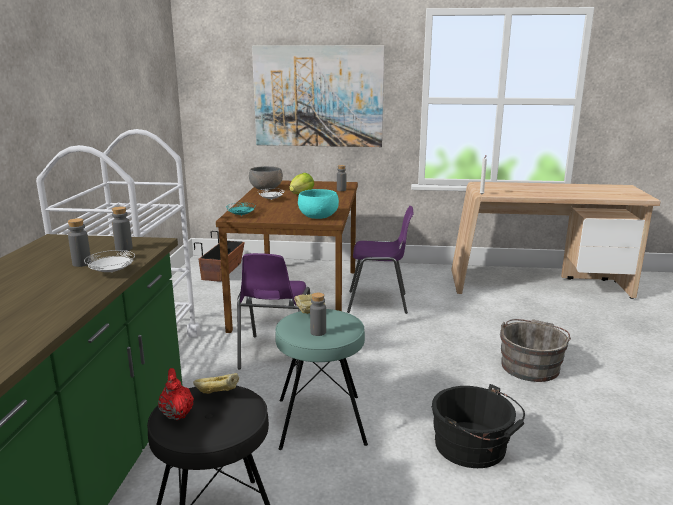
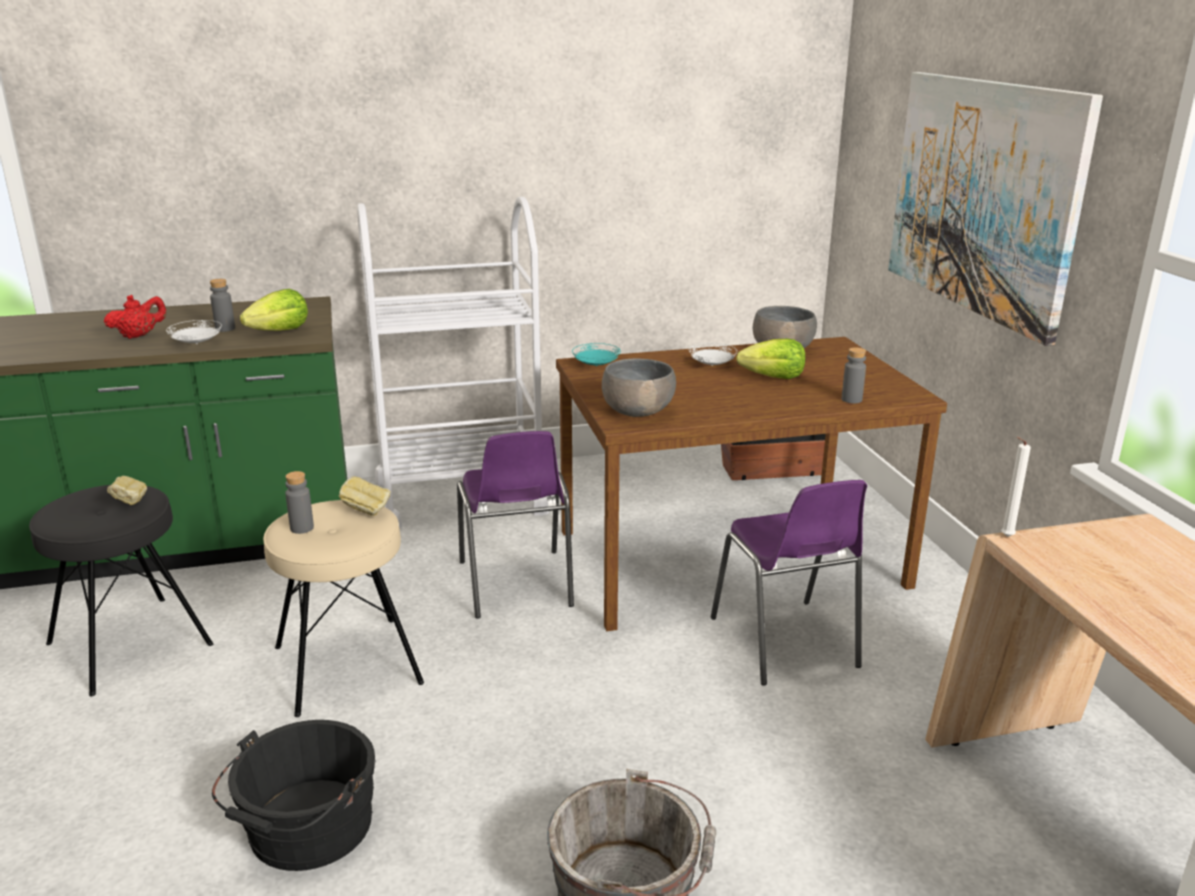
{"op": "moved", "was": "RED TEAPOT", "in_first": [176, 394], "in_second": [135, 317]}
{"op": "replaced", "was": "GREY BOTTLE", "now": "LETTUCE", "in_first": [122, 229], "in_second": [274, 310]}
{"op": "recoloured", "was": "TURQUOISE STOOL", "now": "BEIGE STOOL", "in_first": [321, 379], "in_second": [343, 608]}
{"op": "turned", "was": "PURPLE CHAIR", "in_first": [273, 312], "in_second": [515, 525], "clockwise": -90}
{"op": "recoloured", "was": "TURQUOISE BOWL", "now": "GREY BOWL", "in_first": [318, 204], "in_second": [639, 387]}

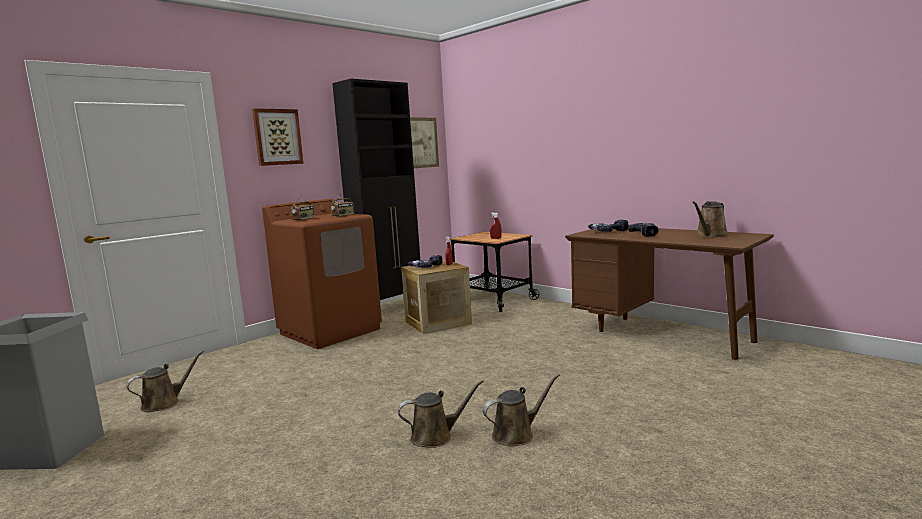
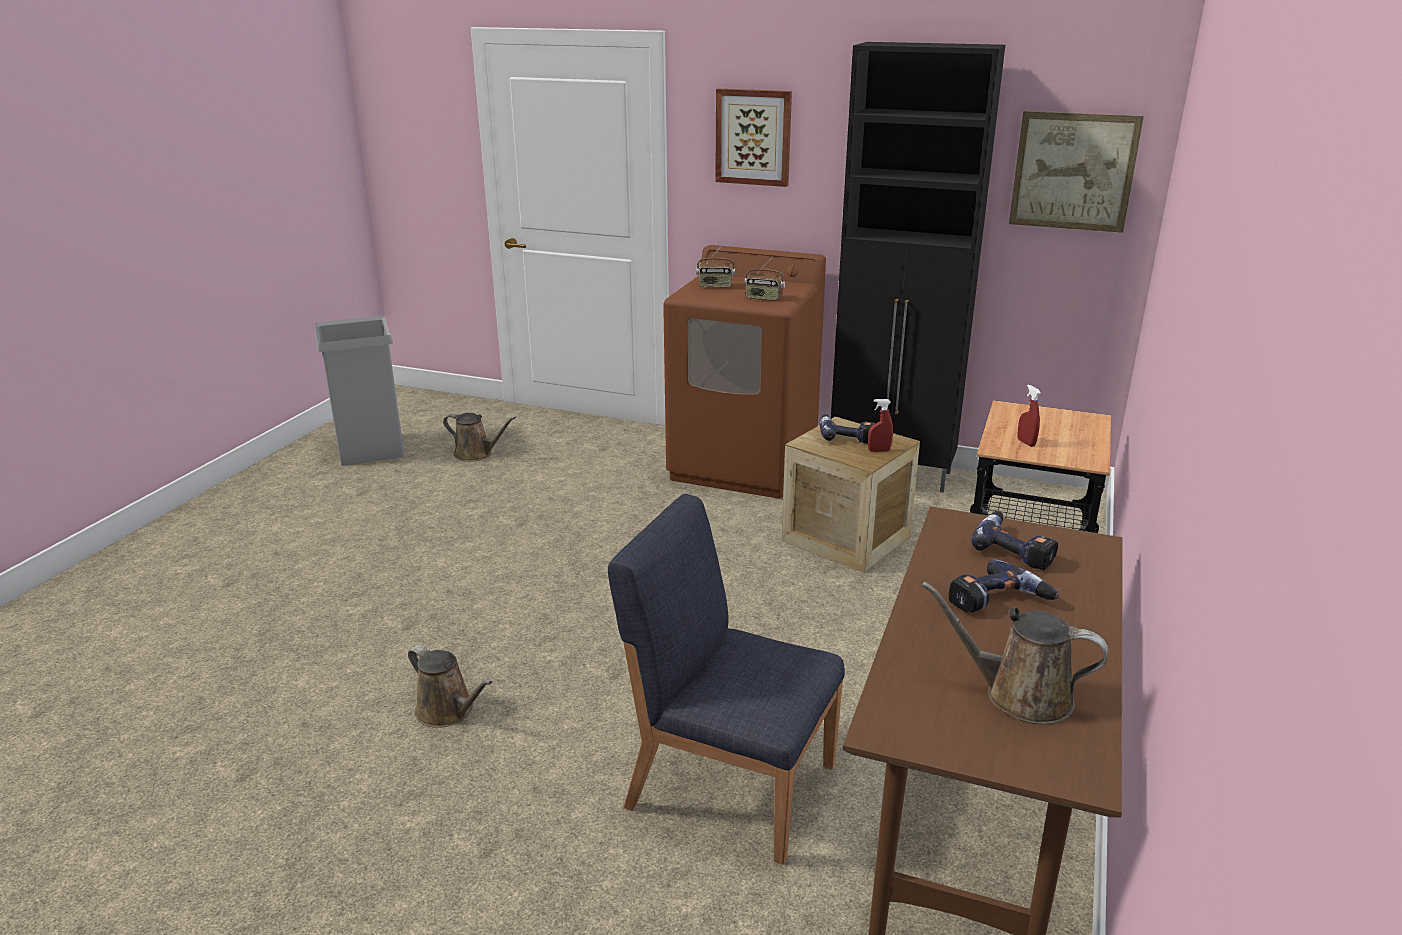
{"op": "added", "now": "BLUE CHAIR", "in_second": [726, 679]}
{"op": "removed", "was": "BROWN WATERING CAN", "in_first": [441, 414]}

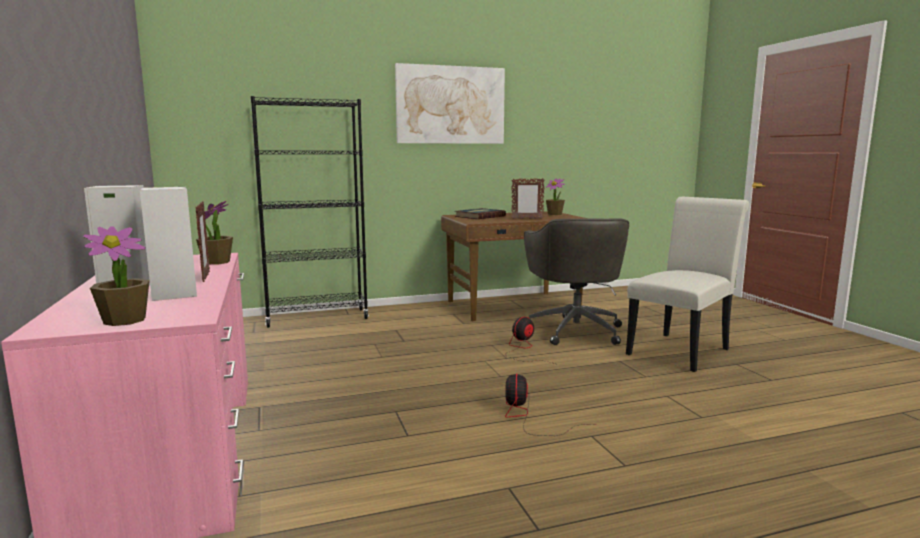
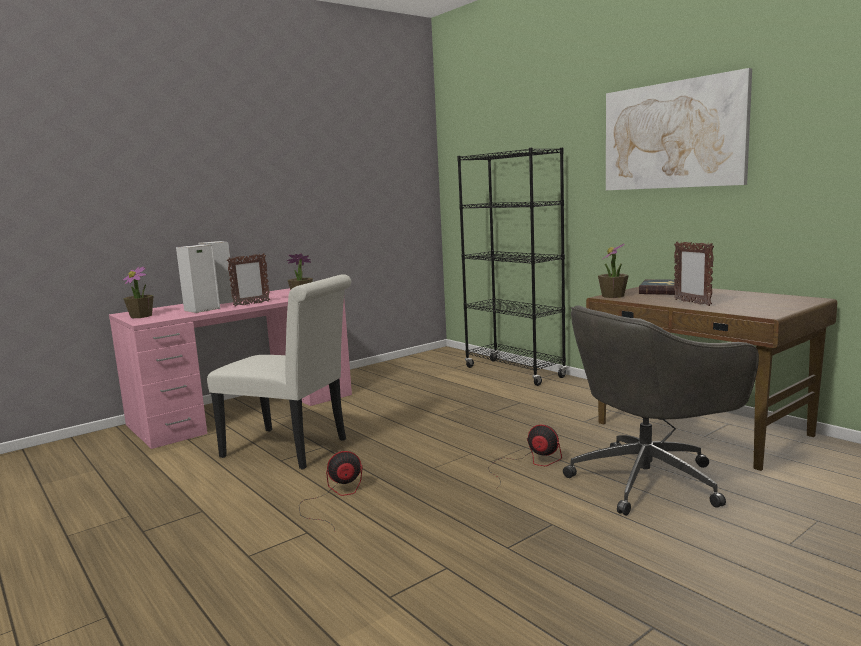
{"op": "moved", "was": "WHITE CHAIR", "in_first": [687, 284], "in_second": [279, 372]}
{"op": "moved", "was": "POTTED PLANT", "in_first": [555, 196], "in_second": [613, 270]}

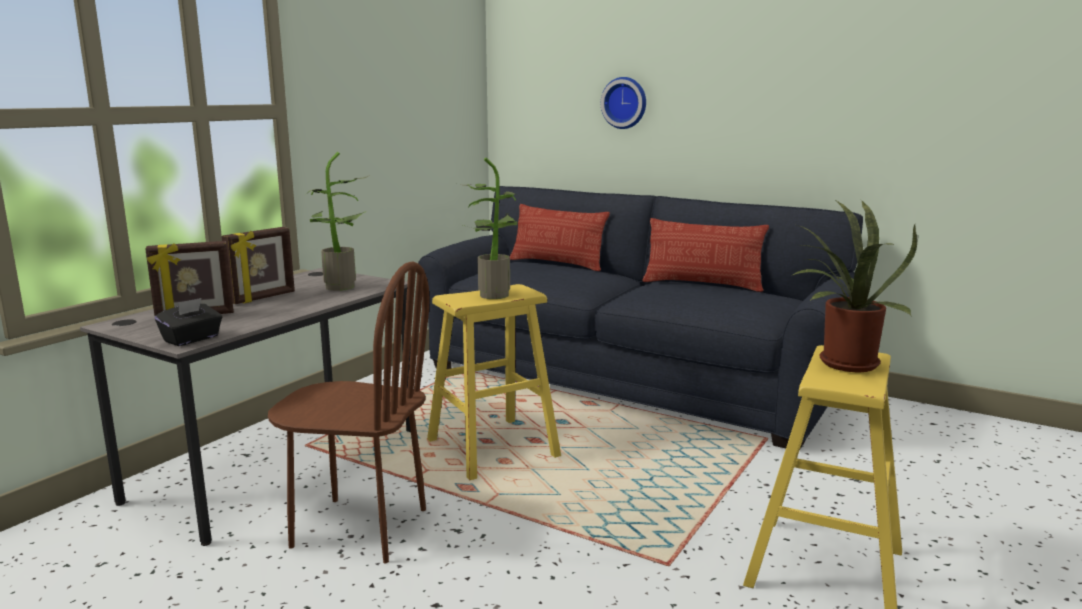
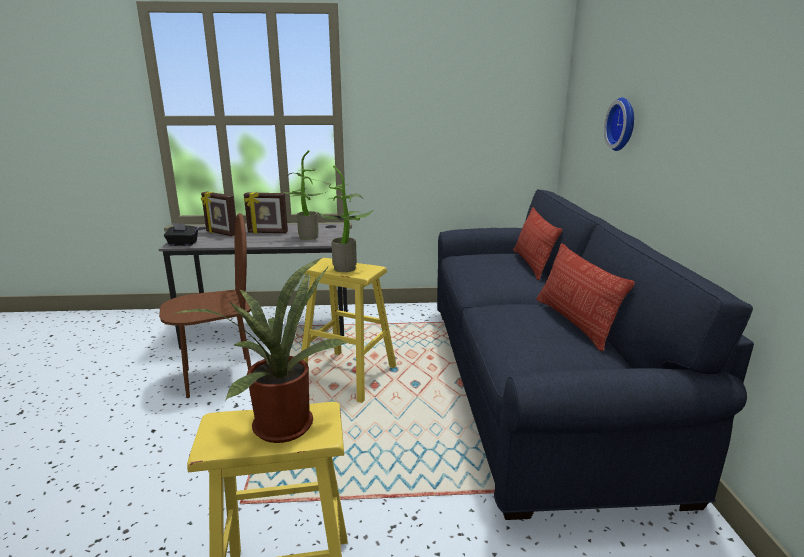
{"op": "turned", "was": "BROWN CHAIR", "in_first": [349, 412], "in_second": [205, 305], "clockwise": -90}

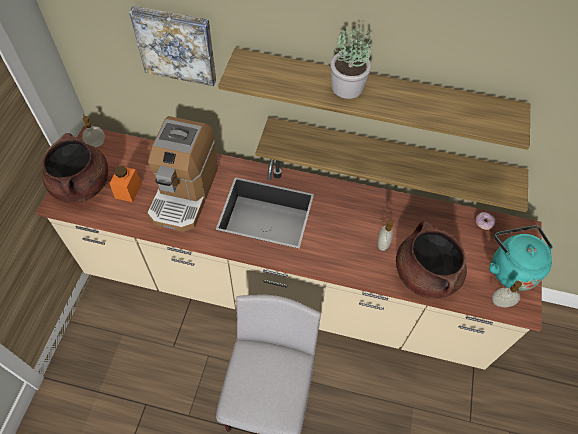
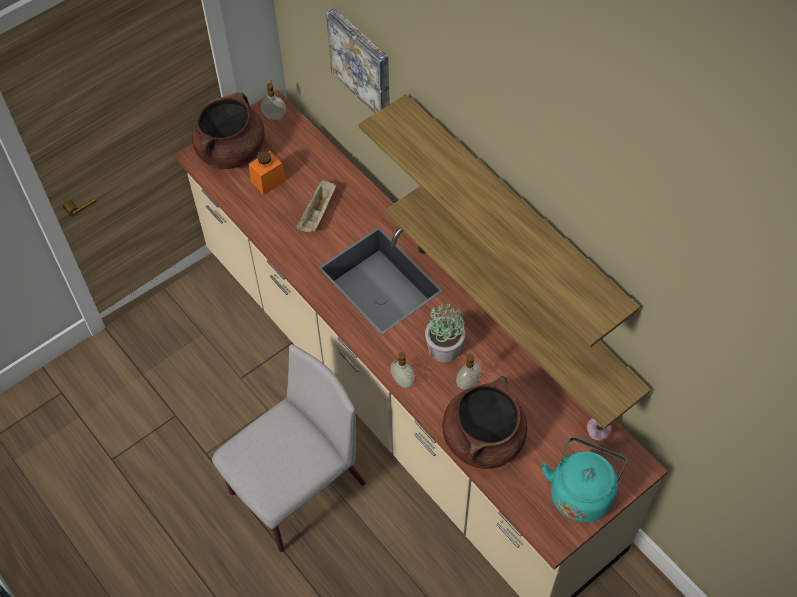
{"op": "replaced", "was": "COFFEE MACHINE", "now": "BEIGE TRAY", "in_first": [182, 174], "in_second": [316, 205]}
{"op": "moved", "was": "SOAP DISPENSER", "in_first": [507, 294], "in_second": [402, 370]}
{"op": "moved", "was": "POTTED PLANT", "in_first": [351, 62], "in_second": [445, 332]}

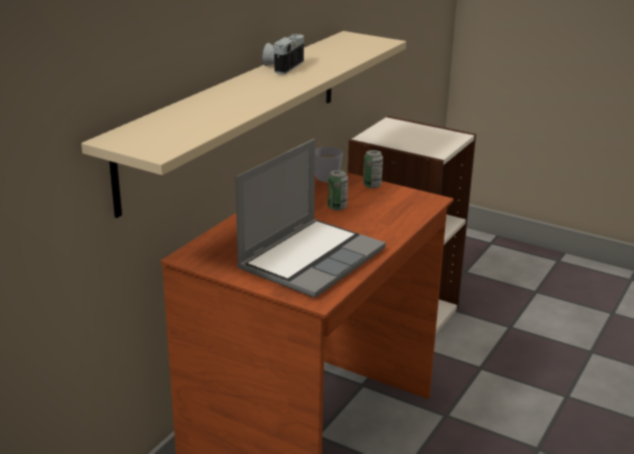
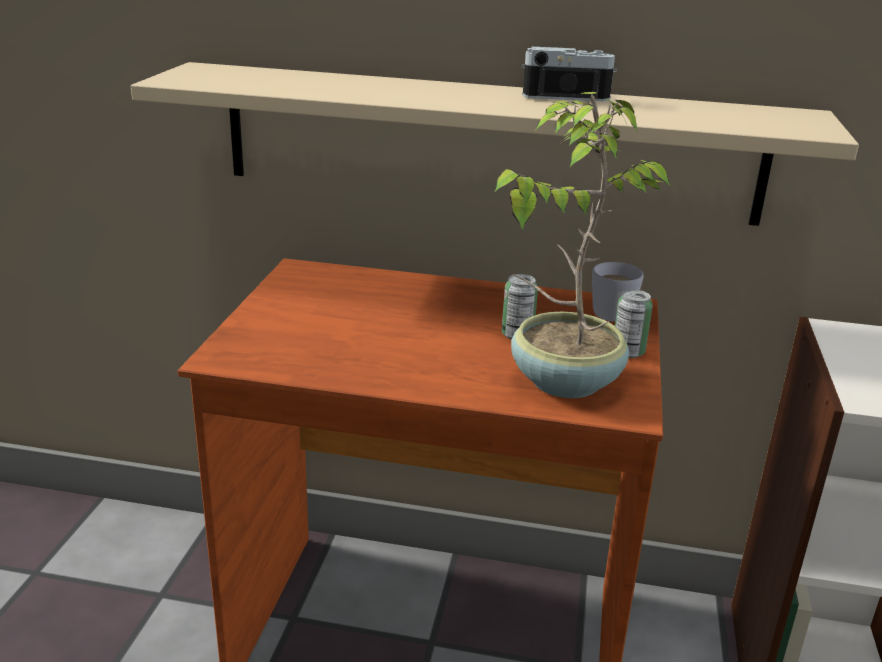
{"op": "added", "now": "POTTED PLANT", "in_second": [583, 245]}
{"op": "removed", "was": "LAPTOP", "in_first": [310, 218]}

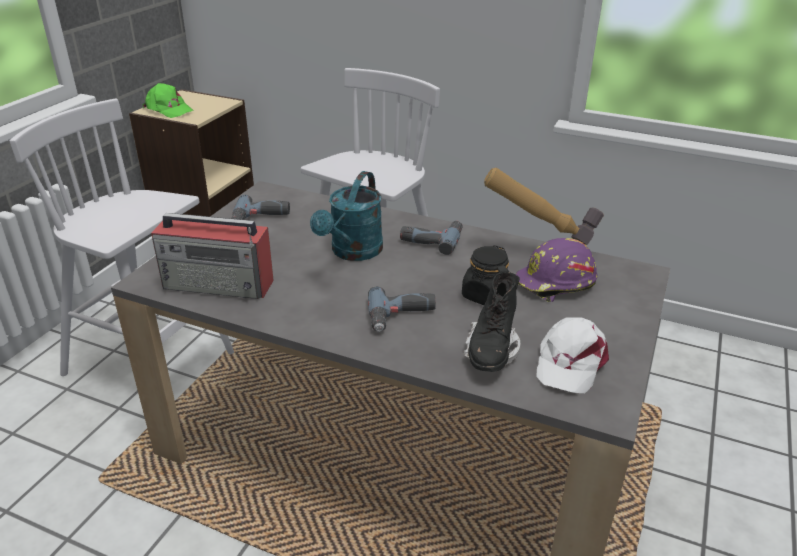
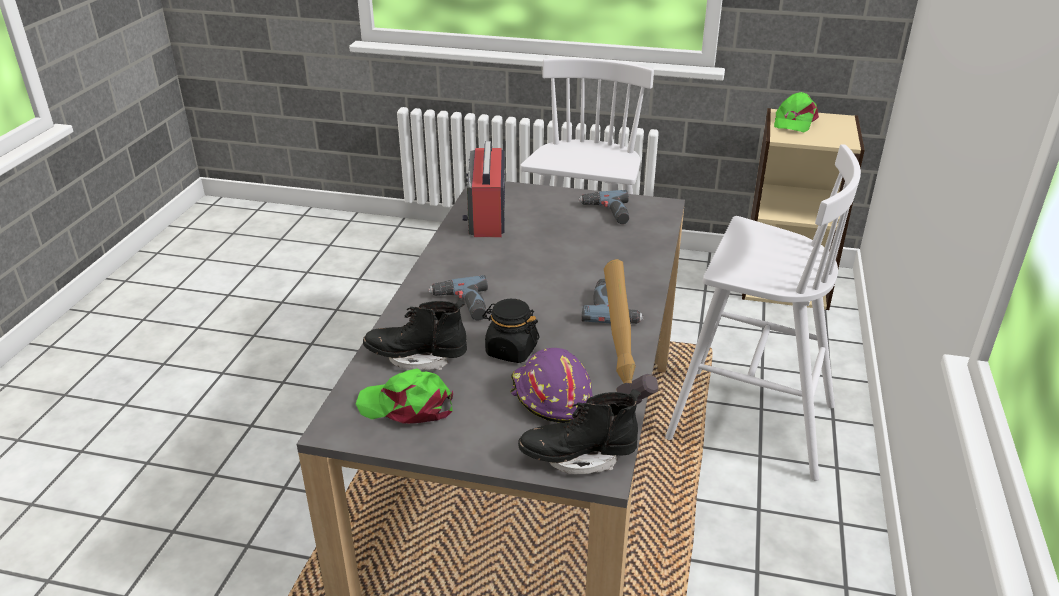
{"op": "recoloured", "was": "WHITE CAP", "now": "GREEN CAP", "in_first": [572, 355], "in_second": [404, 396]}
{"op": "added", "now": "BLACK BOOT", "in_second": [579, 431]}
{"op": "removed", "was": "TURQUOISE WATERING CAN", "in_first": [346, 216]}

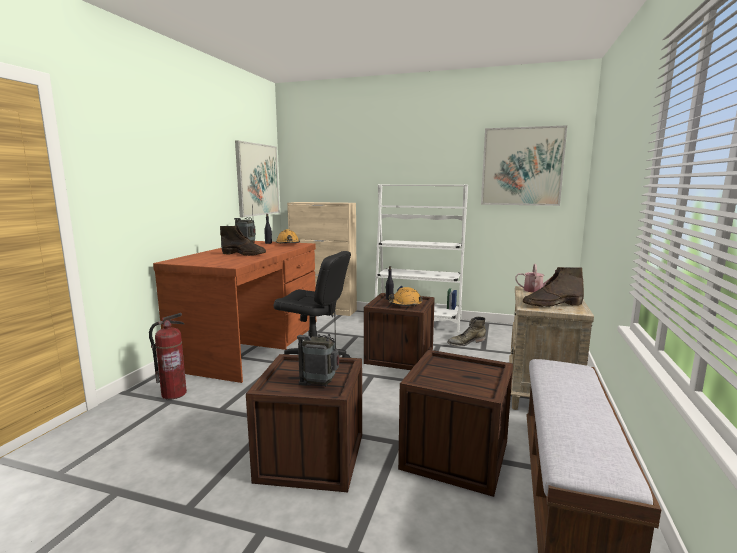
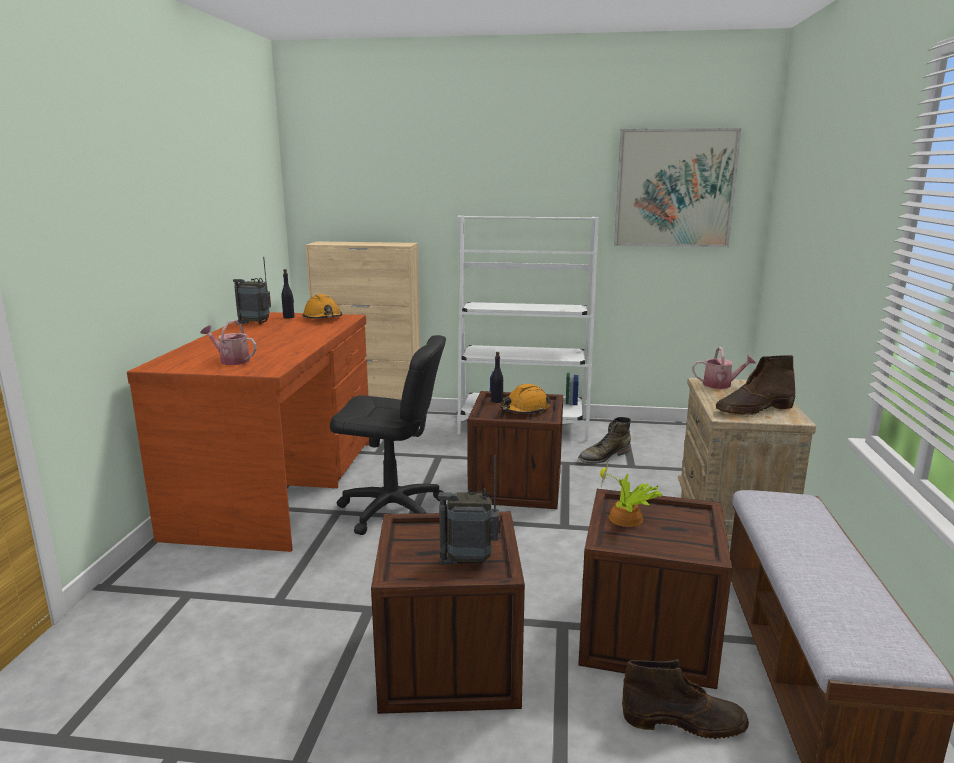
{"op": "added", "now": "WATERING CAN", "in_second": [229, 342]}
{"op": "added", "now": "POTTED PLANT", "in_second": [631, 492]}
{"op": "moved", "was": "BROWN BOOT", "in_first": [243, 240], "in_second": [685, 699]}
{"op": "removed", "was": "FIRE EXTINGUISHER", "in_first": [168, 356]}
{"op": "removed", "was": "PICTURE", "in_first": [257, 179]}

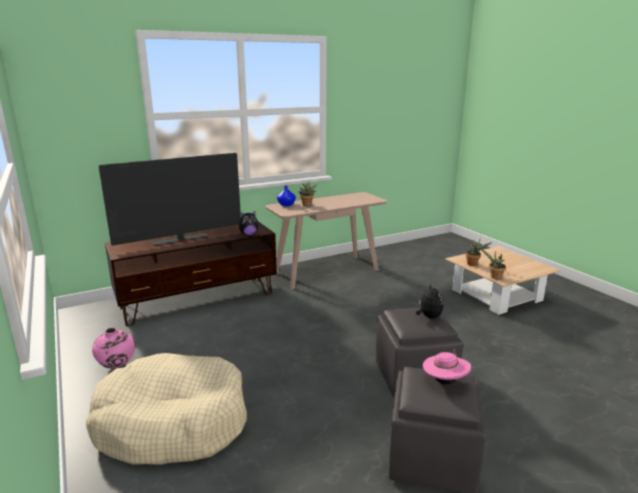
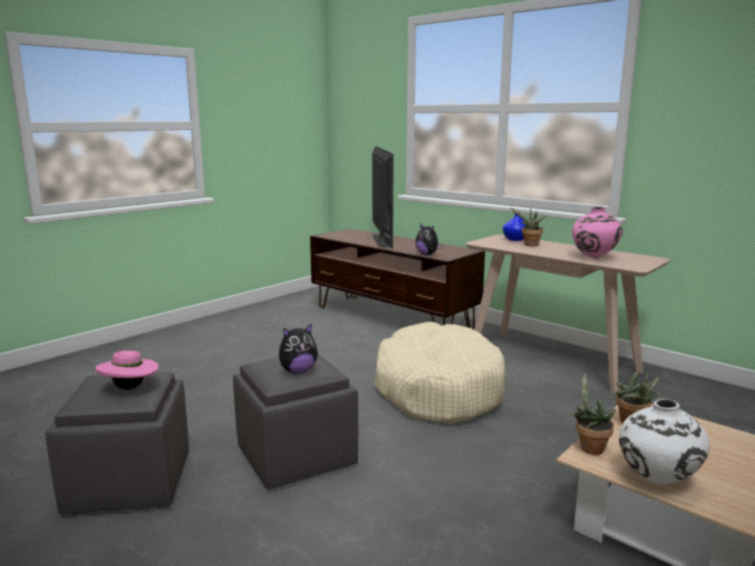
{"op": "turned", "was": "TELEVISION", "in_first": [170, 199], "in_second": [383, 197], "clockwise": -135}
{"op": "moved", "was": "BEIGE DOG BED", "in_first": [166, 409], "in_second": [439, 373]}
{"op": "moved", "was": "PINK VASE", "in_first": [114, 348], "in_second": [597, 232]}
{"op": "added", "now": "WHITE VASE", "in_second": [664, 441]}

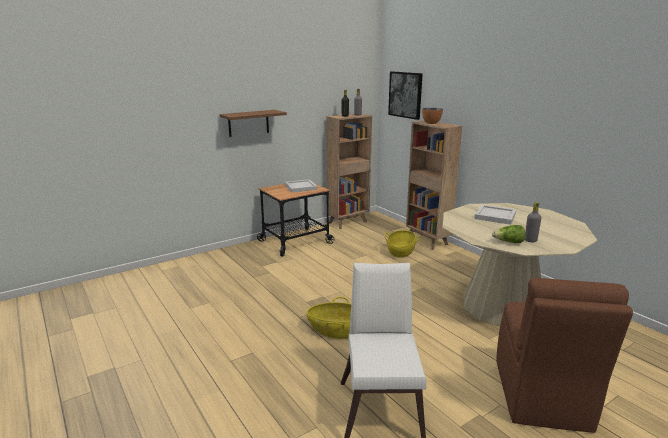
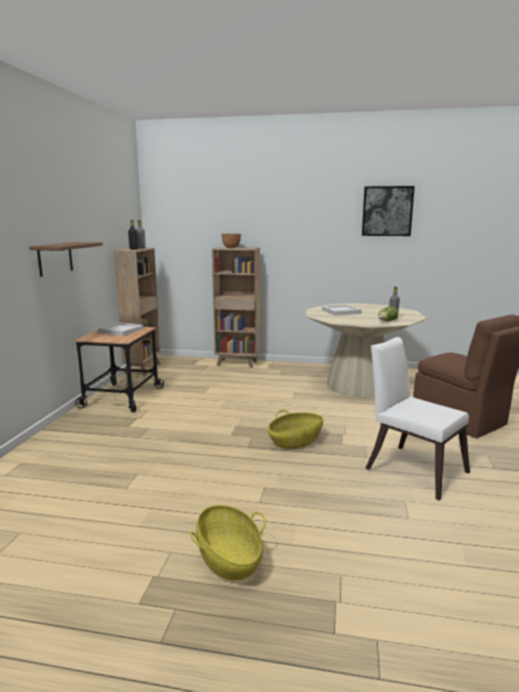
{"op": "moved", "was": "BASKET", "in_first": [402, 244], "in_second": [228, 542]}
{"op": "moved", "was": "PICTURE", "in_first": [405, 95], "in_second": [388, 211]}

